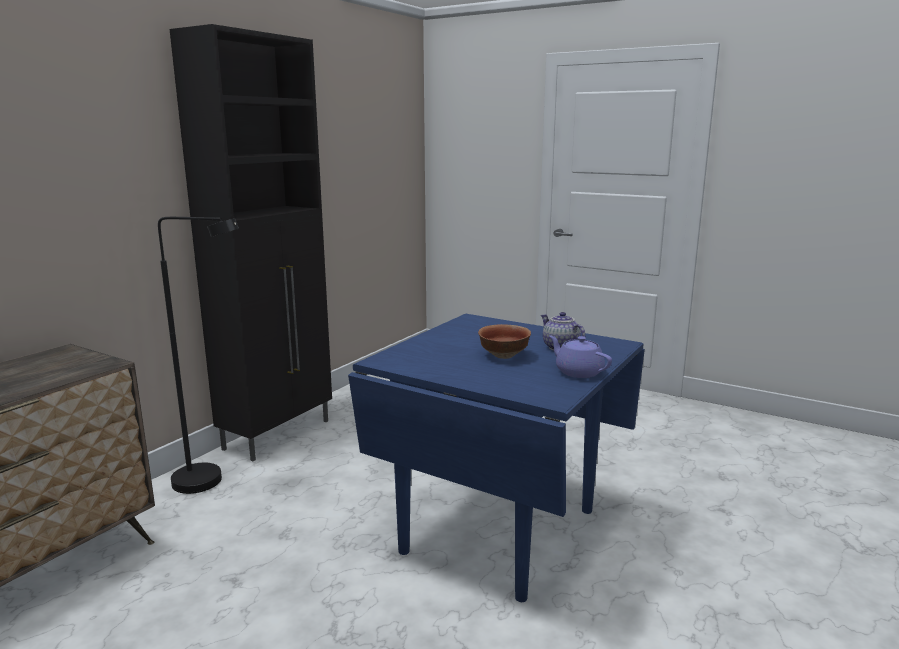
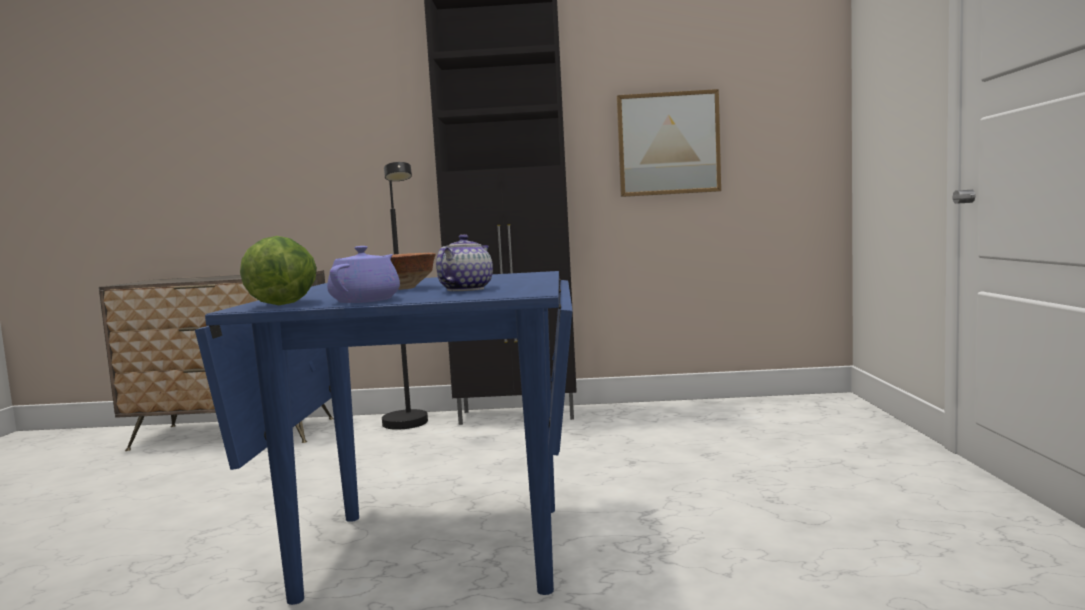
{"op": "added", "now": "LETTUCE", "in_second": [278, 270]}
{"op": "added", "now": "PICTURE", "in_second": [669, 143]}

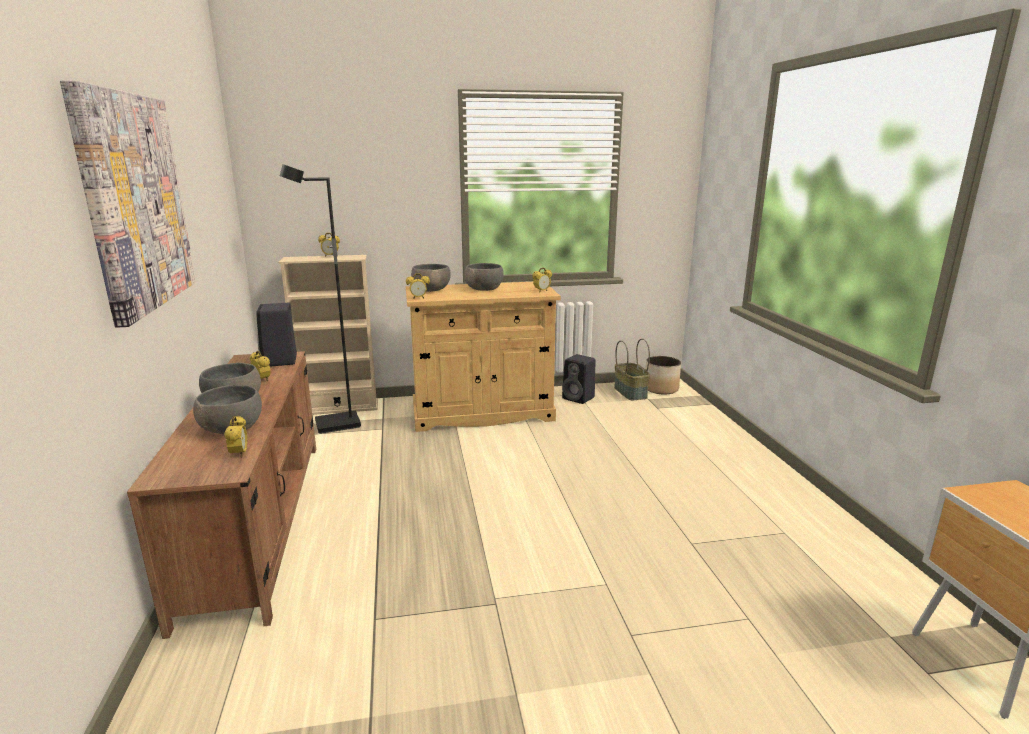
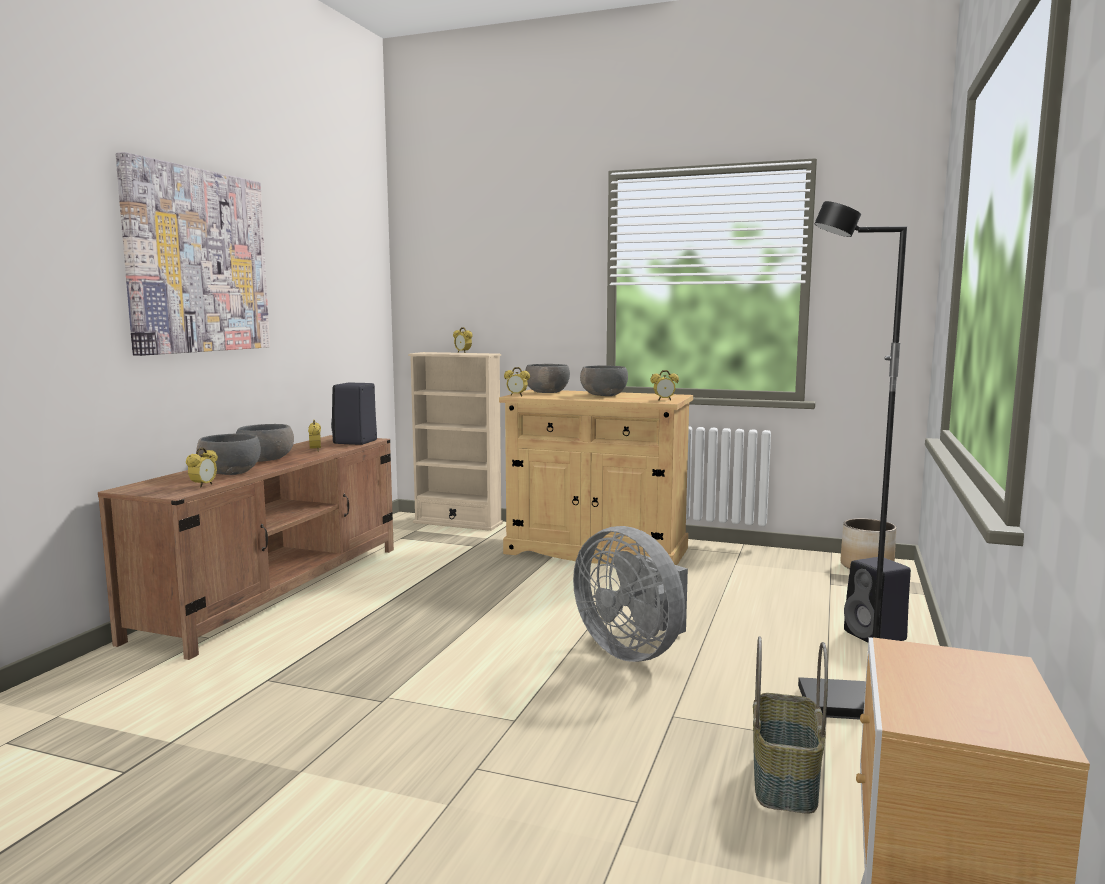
{"op": "added", "now": "GREY FAN", "in_second": [630, 594]}
{"op": "moved", "was": "BASKET", "in_first": [632, 369], "in_second": [790, 725]}
{"op": "moved", "was": "BLACK FLOOR LAMP", "in_first": [320, 299], "in_second": [852, 460]}
{"op": "moved", "was": "BLACK SPEAKER", "in_first": [579, 379], "in_second": [877, 600]}

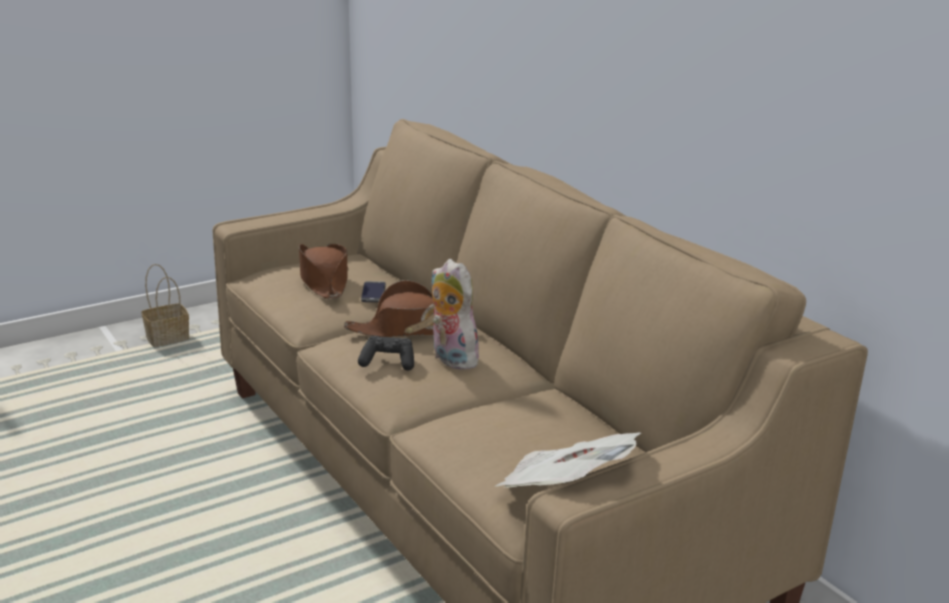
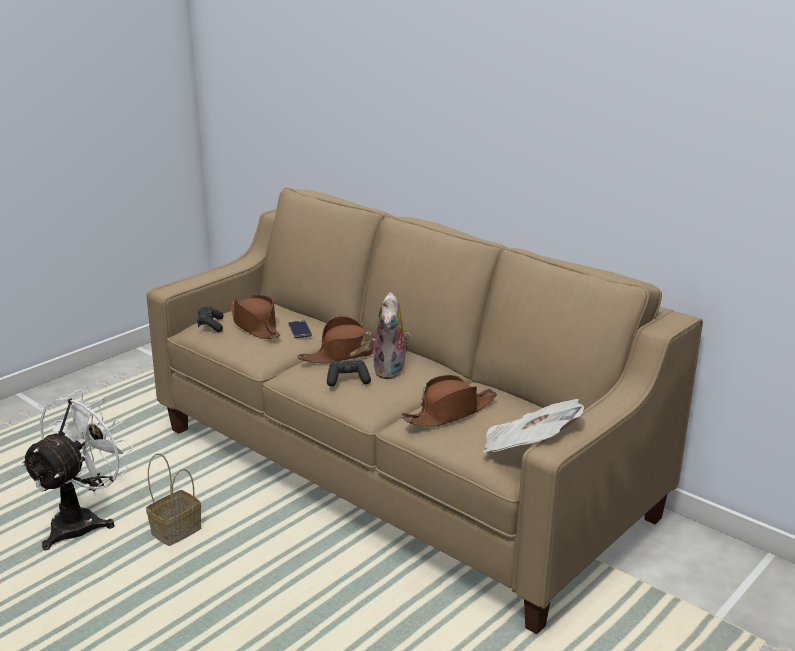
{"op": "added", "now": "WHITE FAN", "in_second": [76, 470]}
{"op": "moved", "was": "BASKET", "in_first": [165, 305], "in_second": [173, 499]}
{"op": "added", "now": "BLACK GAME CONTROLLER", "in_second": [210, 319]}
{"op": "turned", "was": "PLUSH TOY", "in_first": [455, 314], "in_second": [392, 335], "clockwise": -120}
{"op": "added", "now": "BROWN HAT", "in_second": [449, 401]}

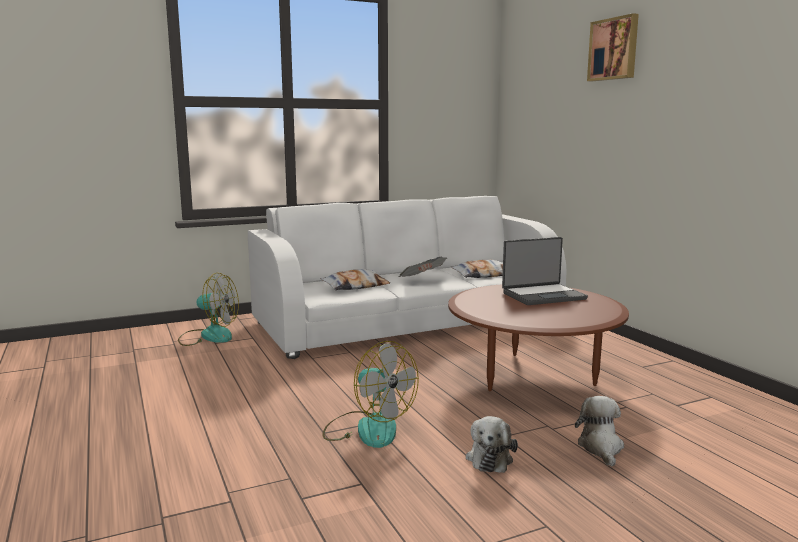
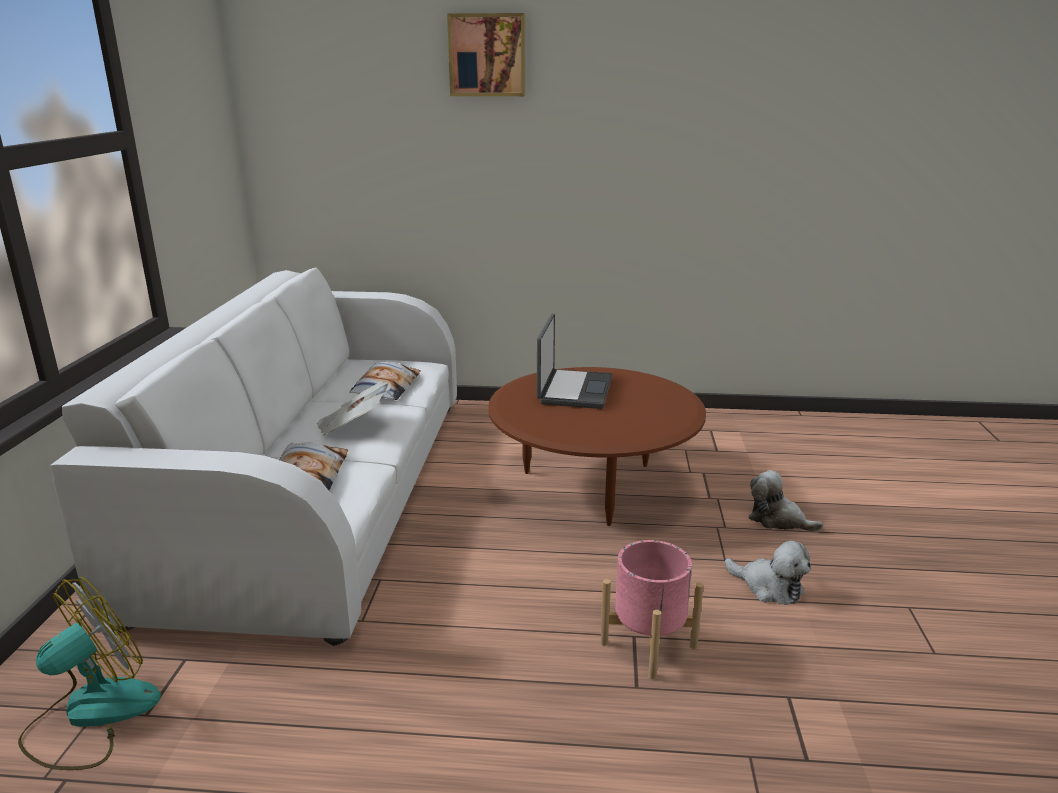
{"op": "replaced", "was": "FAN", "now": "PINK PLANTER", "in_first": [370, 394], "in_second": [652, 609]}

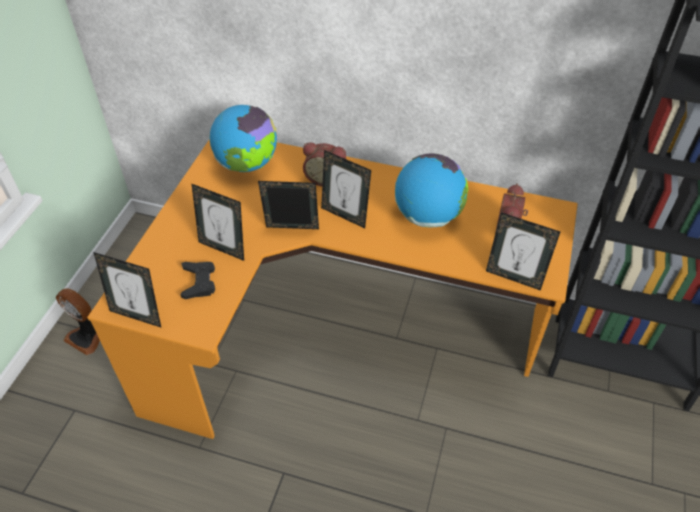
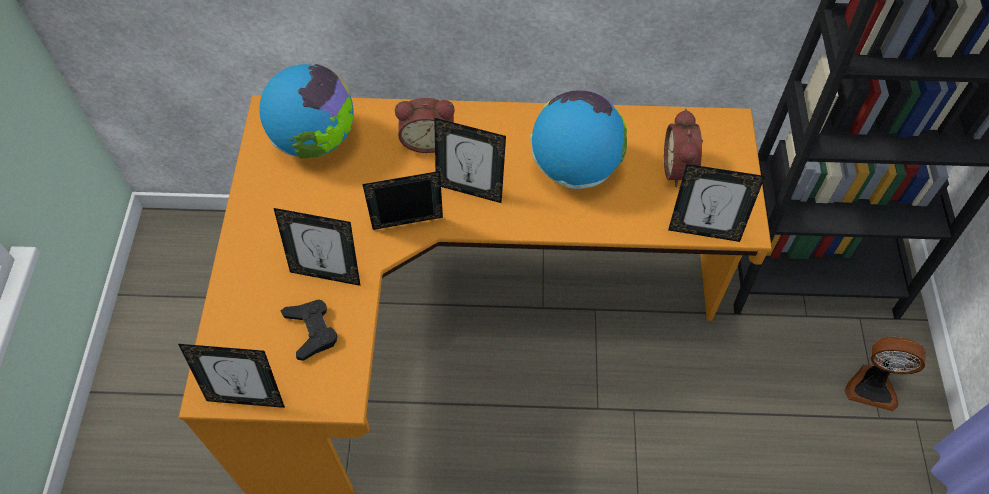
{"op": "moved", "was": "FAN", "in_first": [78, 321], "in_second": [885, 374]}

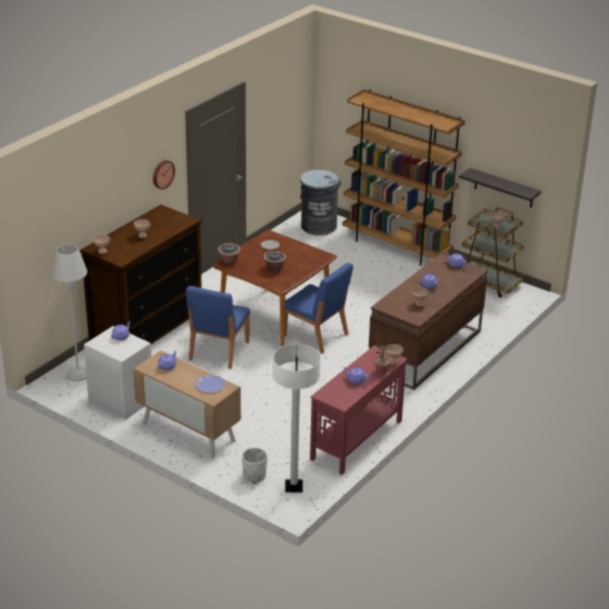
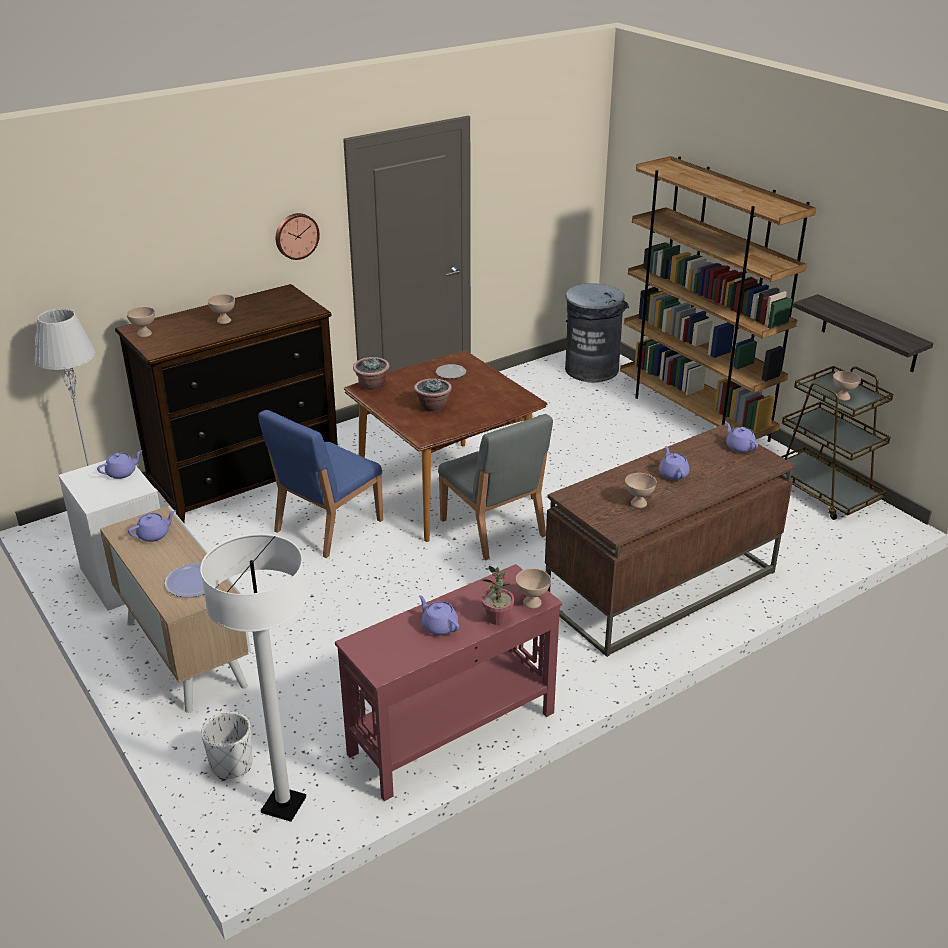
{"op": "recoloured", "was": "BLUE CHAIR", "now": "GREY CHAIR", "in_first": [318, 308], "in_second": [495, 487]}

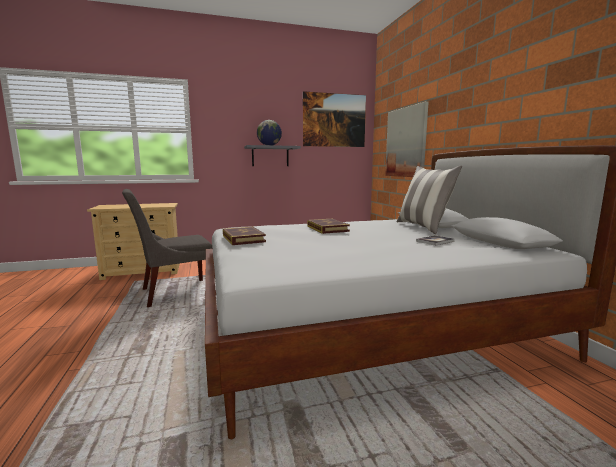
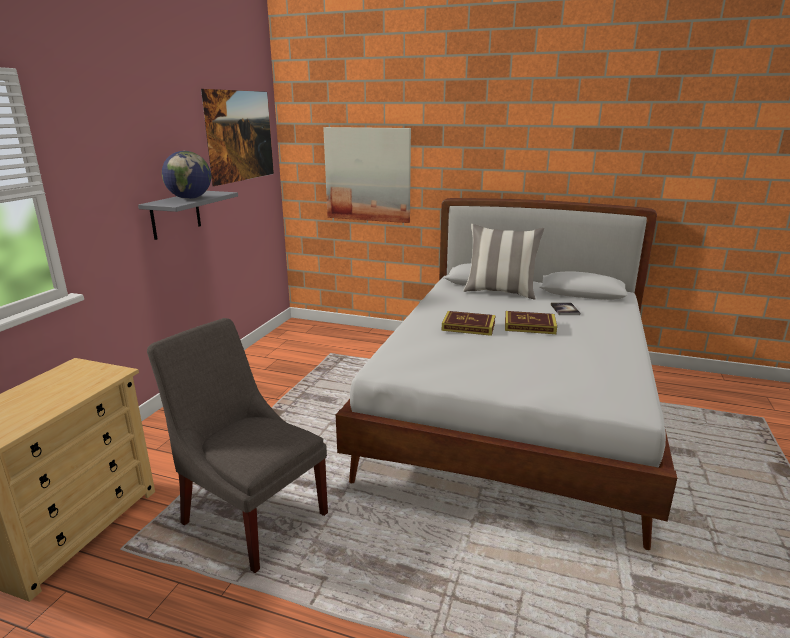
{"op": "turned", "was": "GREY CHAIR", "in_first": [167, 248], "in_second": [237, 445], "clockwise": 120}
{"op": "moved", "was": "BOOK", "in_first": [244, 236], "in_second": [531, 322]}

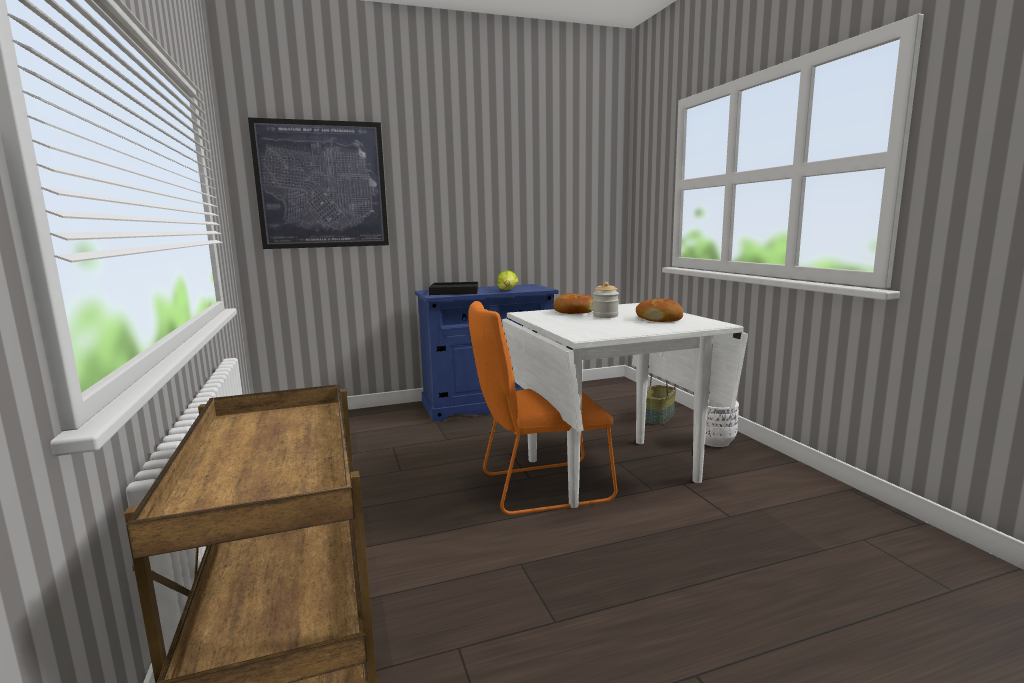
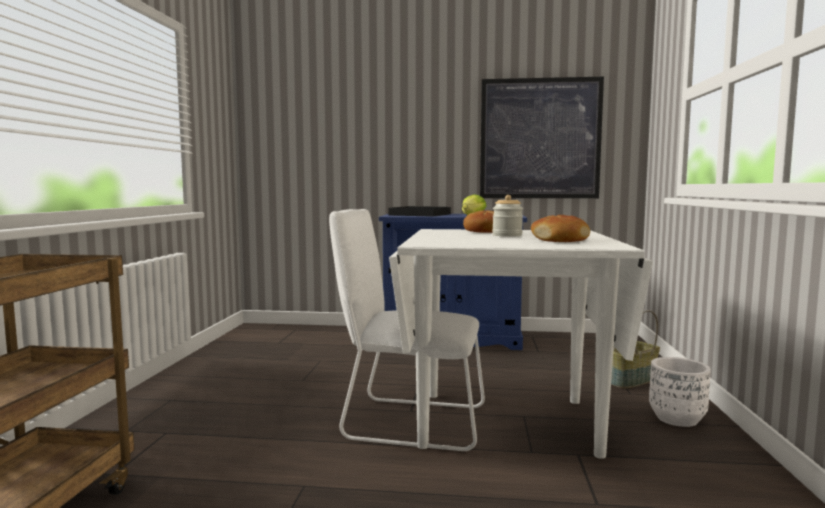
{"op": "recoloured", "was": "ORANGE CHAIR", "now": "WHITE CHAIR", "in_first": [542, 408], "in_second": [407, 330]}
{"op": "moved", "was": "PICTURE", "in_first": [318, 183], "in_second": [542, 137]}

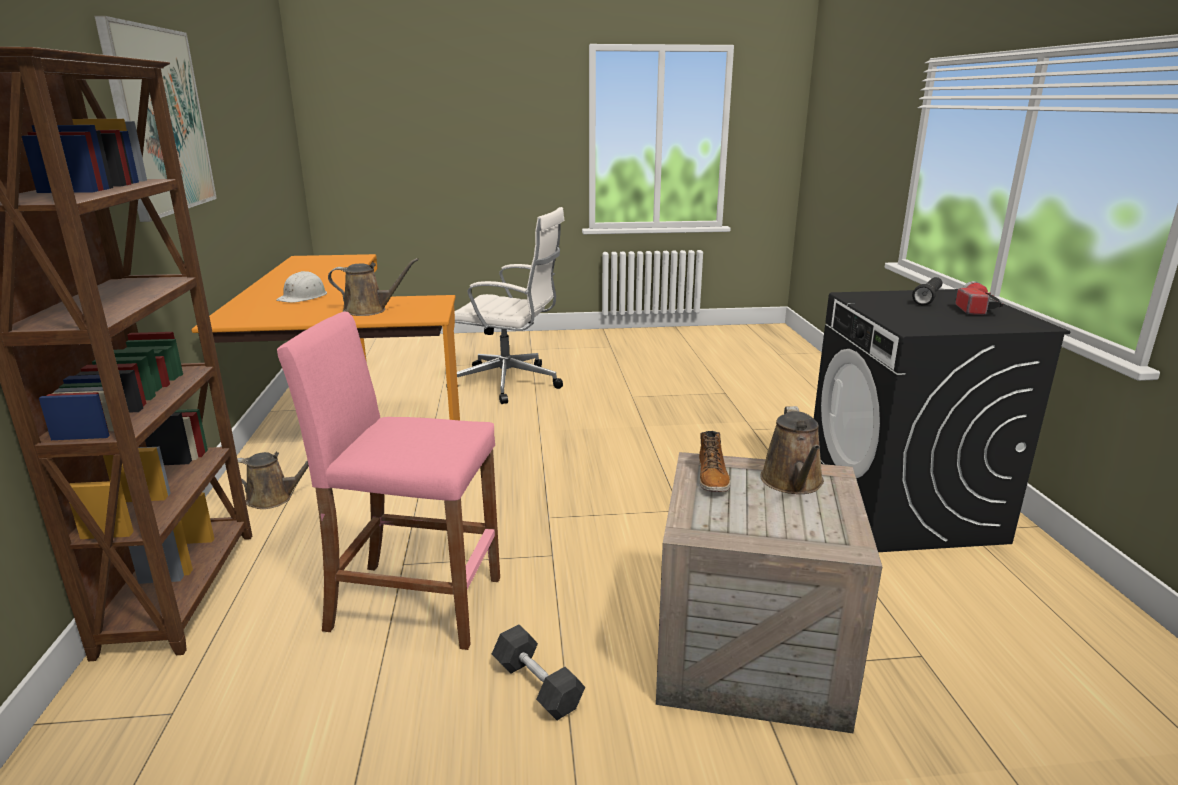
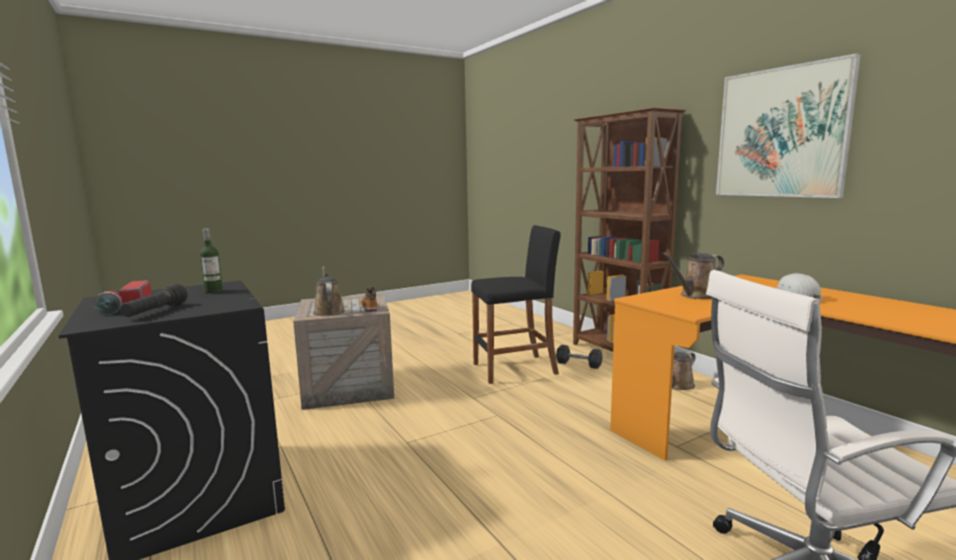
{"op": "added", "now": "BOTTLE", "in_second": [211, 260]}
{"op": "recoloured", "was": "PINK STOOL", "now": "BLACK STOOL", "in_first": [388, 480], "in_second": [516, 304]}
{"op": "moved", "was": "GREY DUMBBELL", "in_first": [538, 672], "in_second": [579, 357]}

